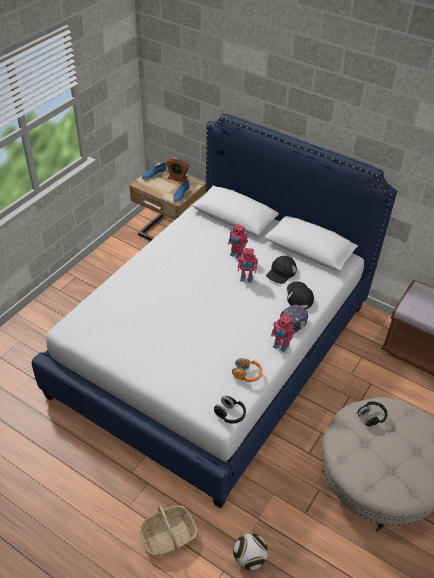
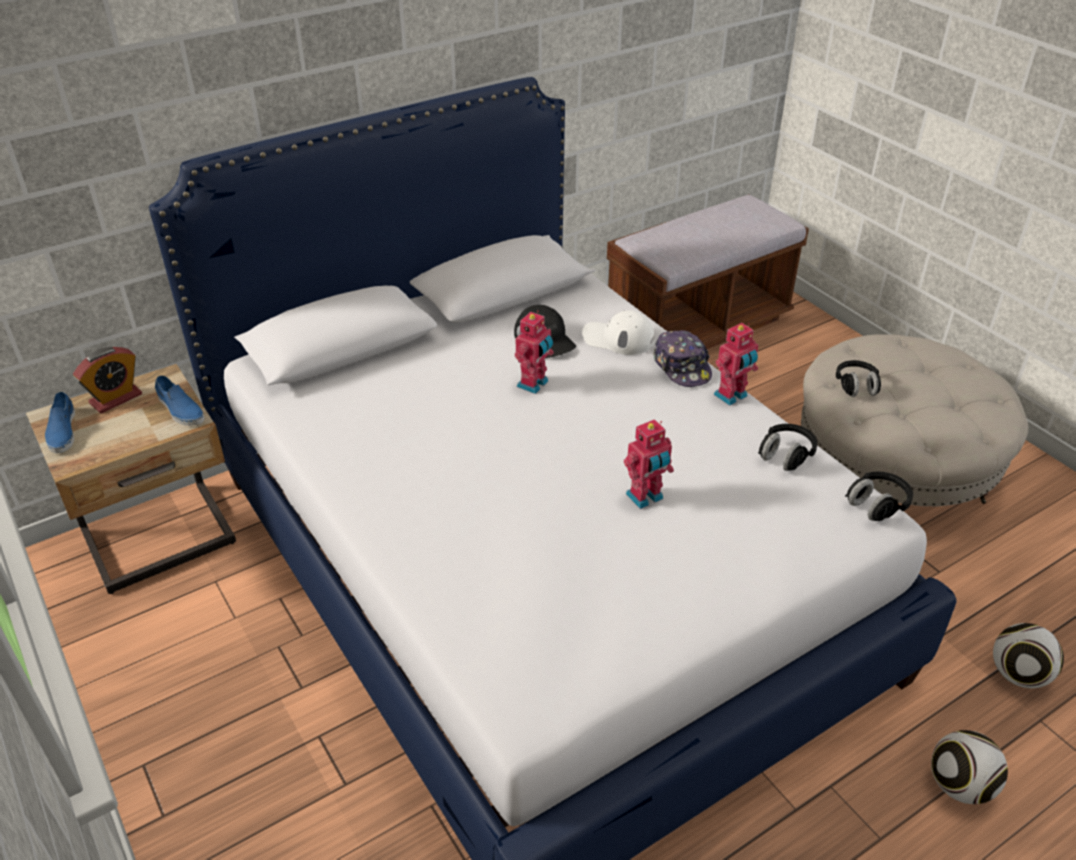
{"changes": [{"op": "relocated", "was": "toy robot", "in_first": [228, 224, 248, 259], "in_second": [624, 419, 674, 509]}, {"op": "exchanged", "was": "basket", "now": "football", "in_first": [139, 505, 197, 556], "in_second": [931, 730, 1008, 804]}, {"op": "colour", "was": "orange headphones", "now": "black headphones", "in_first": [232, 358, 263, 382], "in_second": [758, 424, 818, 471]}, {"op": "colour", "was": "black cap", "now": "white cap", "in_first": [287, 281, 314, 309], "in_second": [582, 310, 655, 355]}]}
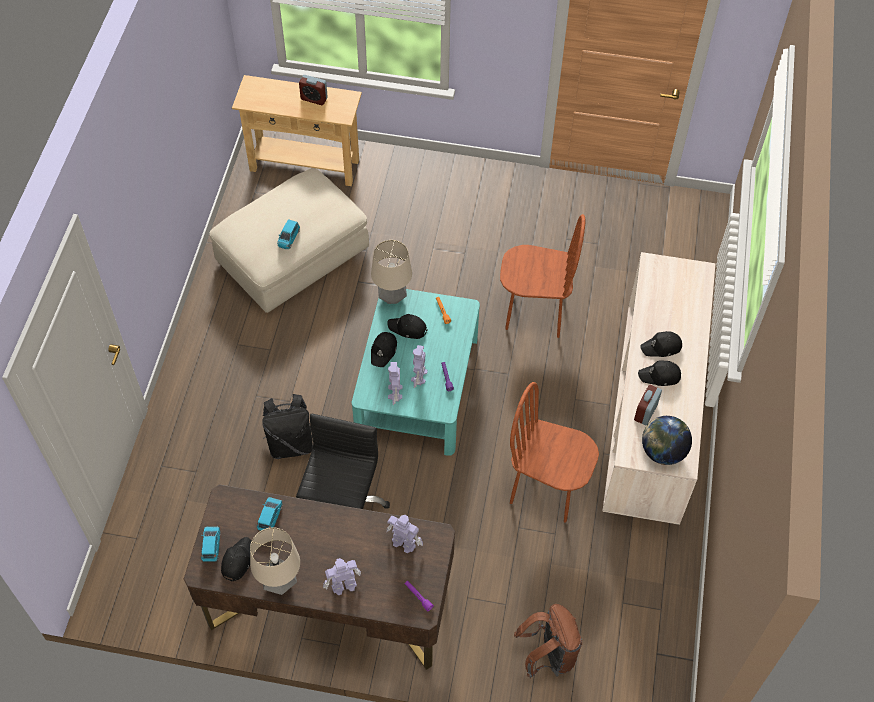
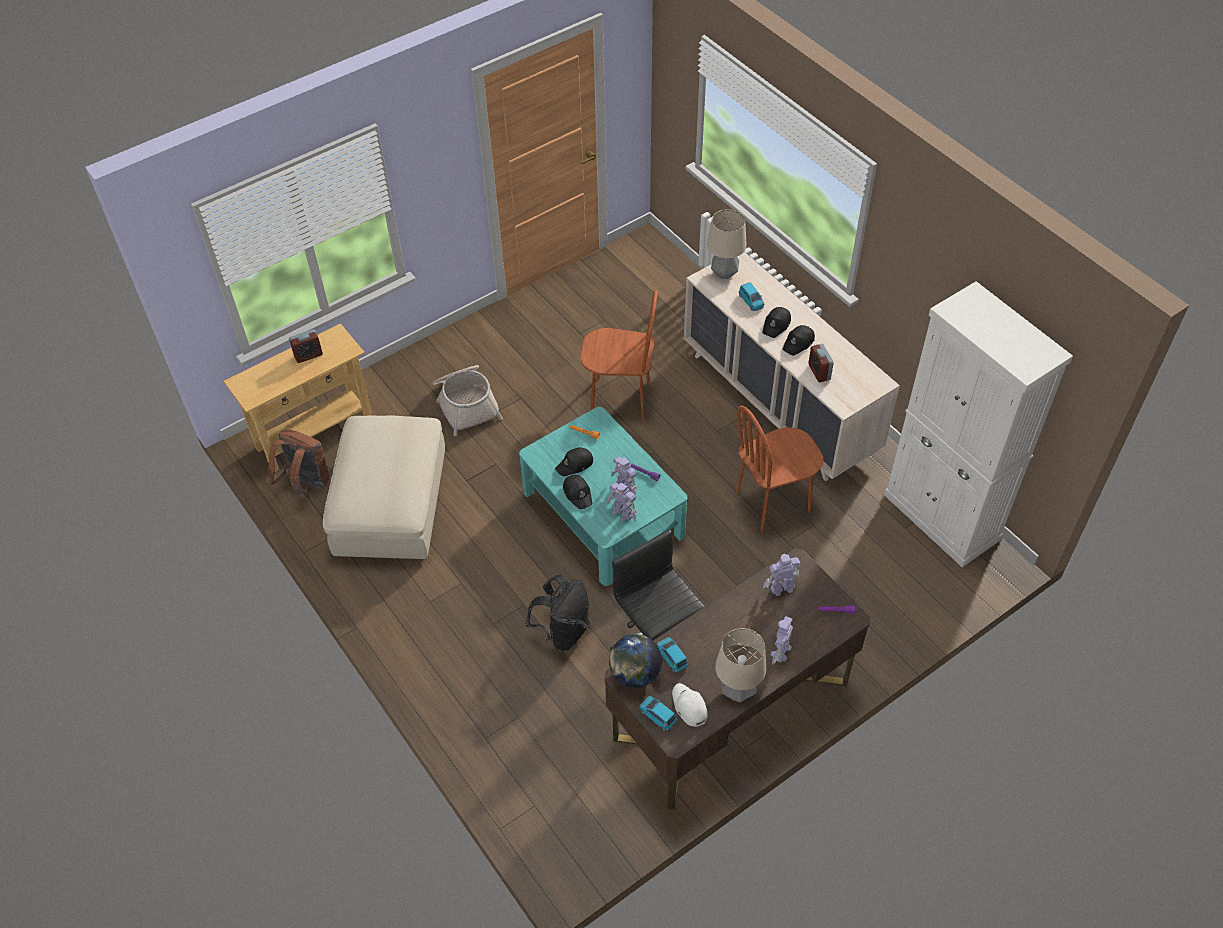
{"changes": [{"op": "appeared", "now": "basket", "in_second": [432, 365, 503, 436]}, {"op": "appeared", "now": "white cabinet", "in_second": [884, 281, 1073, 567]}, {"op": "relocated", "was": "blue toy car", "in_first": [277, 219, 300, 249], "in_second": [739, 282, 764, 311]}, {"op": "relocated", "was": "table lamp", "in_first": [371, 240, 412, 304], "in_second": [707, 209, 747, 279]}, {"op": "relocated", "was": "brown backpack", "in_first": [514, 604, 582, 679], "in_second": [268, 430, 329, 499]}, {"op": "relocated", "was": "globe", "in_first": [642, 416, 692, 465], "in_second": [609, 634, 662, 688]}, {"op": "colour", "was": "black cap", "now": "white cap", "in_first": [221, 537, 251, 581], "in_second": [672, 683, 708, 727]}, {"op": "spun", "was": "brown chair", "in_first": [500, 214, 585, 338], "in_second": [581, 290, 658, 420], "clockwise": 45}]}
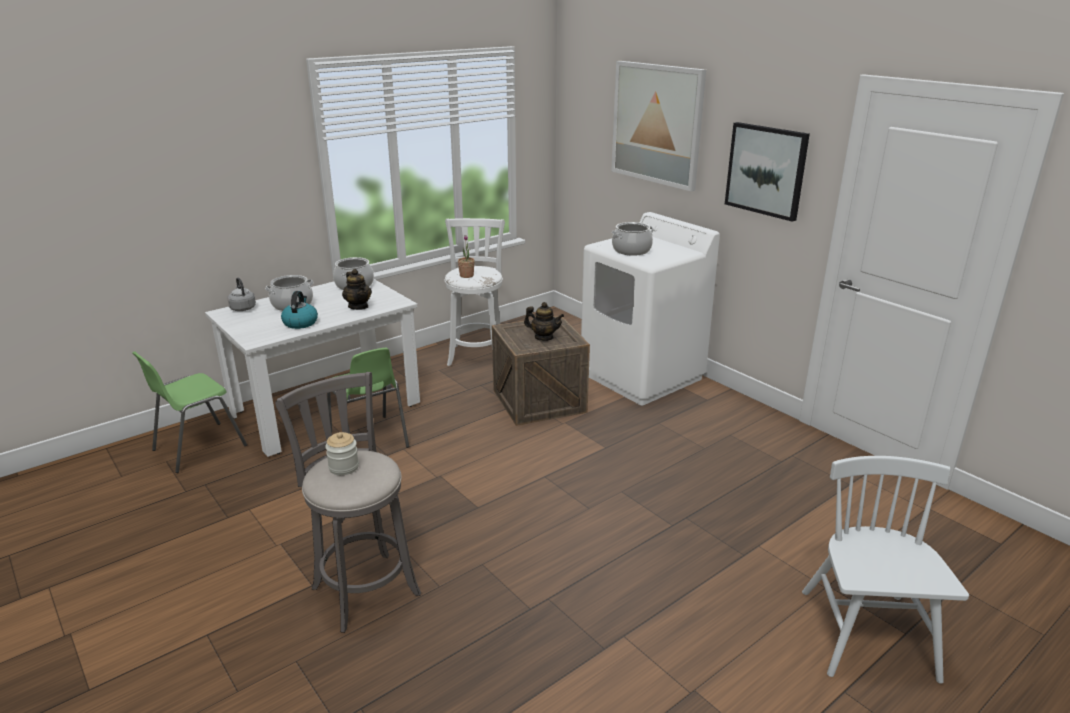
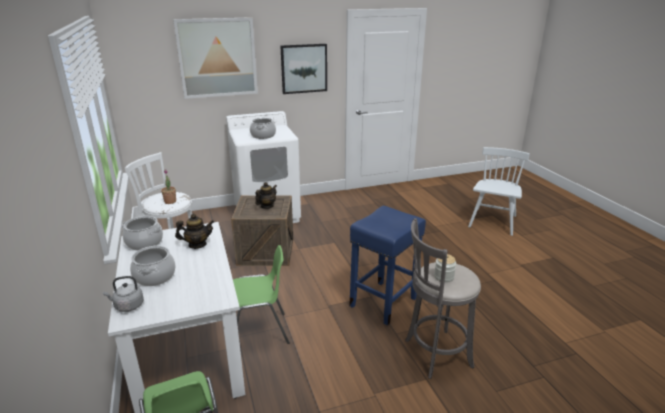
{"changes": [{"op": "missing", "was": "kettle", "in_first": [281, 291, 318, 329]}, {"op": "appeared", "now": "blue stool", "in_second": [349, 206, 426, 325]}, {"op": "spun", "was": "white chair", "in_first": [802, 456, 969, 684], "in_second": [468, 147, 530, 236], "clockwise": 90}]}
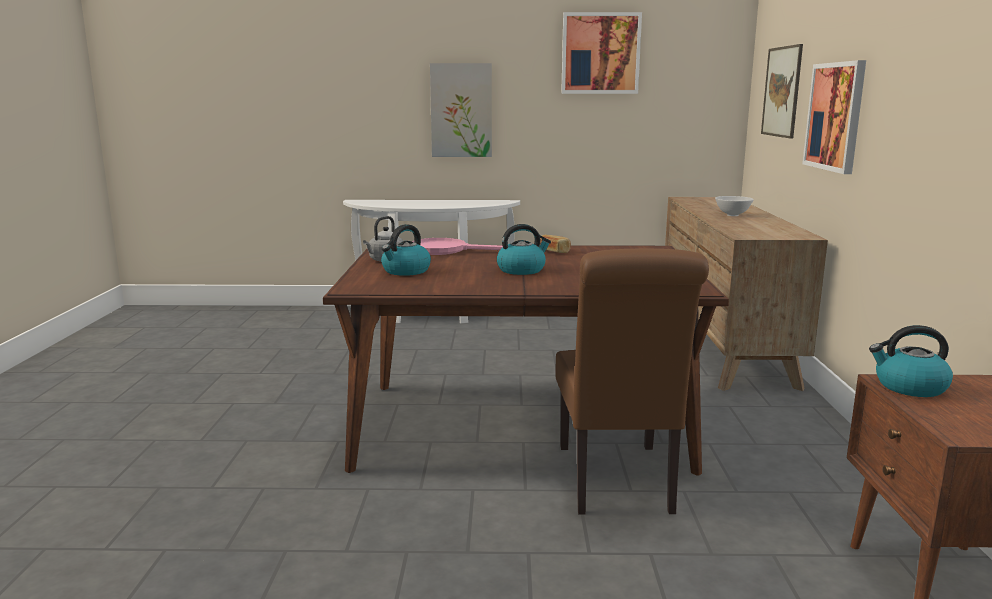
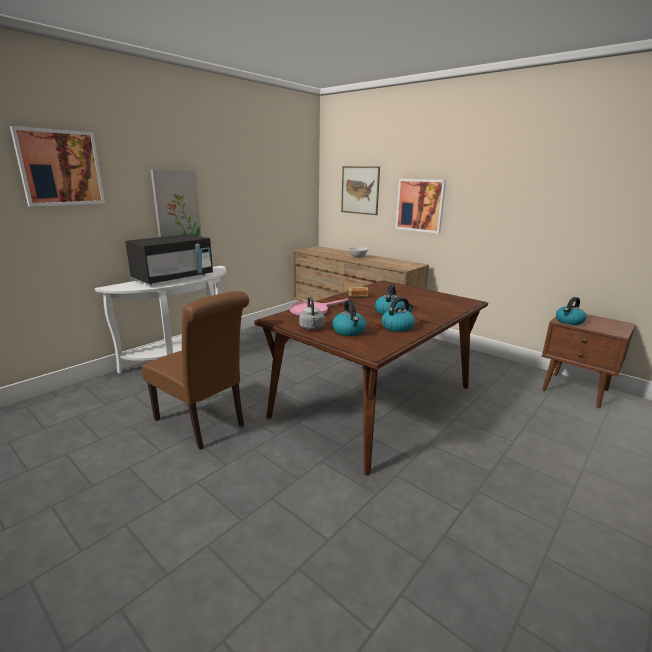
{"changes": [{"op": "appeared", "now": "black microwave", "in_second": [125, 234, 213, 285]}, {"op": "appeared", "now": "kettle", "in_second": [382, 297, 415, 332]}, {"op": "relocated", "was": "brown chair", "in_first": [555, 249, 709, 514], "in_second": [141, 291, 249, 450]}, {"op": "relocated", "was": "picture", "in_first": [561, 12, 642, 94], "in_second": [10, 126, 105, 207]}]}
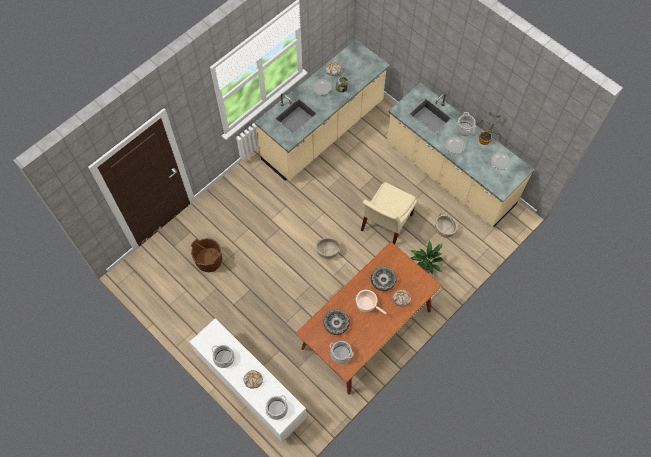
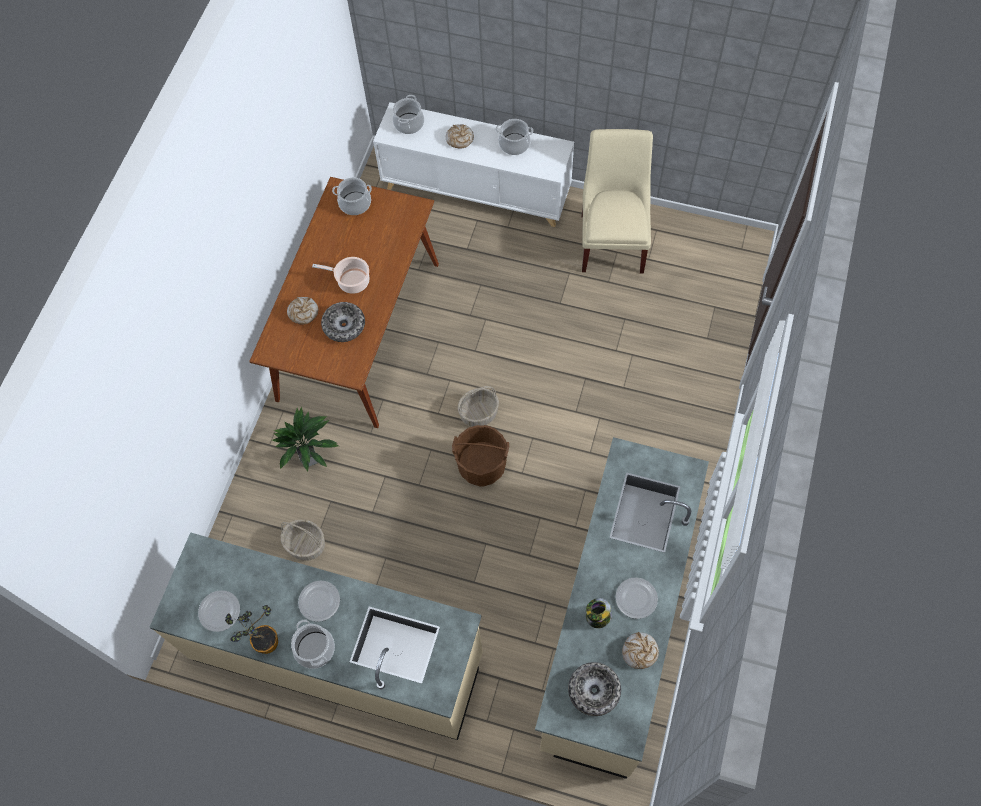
{"changes": [{"op": "relocated", "was": "brown bucket", "in_first": [191, 238, 222, 272], "in_second": [452, 425, 509, 486]}, {"op": "relocated", "was": "bowl", "in_first": [323, 309, 350, 335], "in_second": [568, 662, 621, 716]}, {"op": "relocated", "was": "beige chair", "in_first": [361, 182, 417, 244], "in_second": [582, 129, 653, 274]}]}
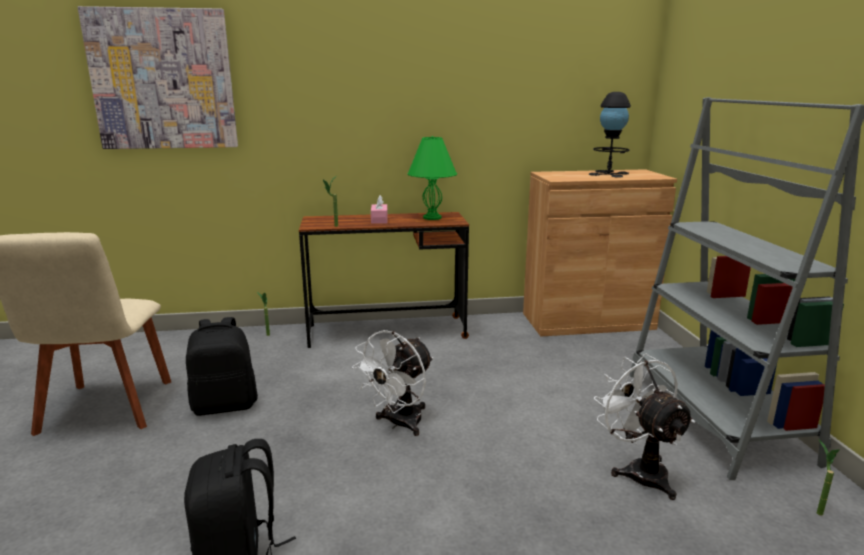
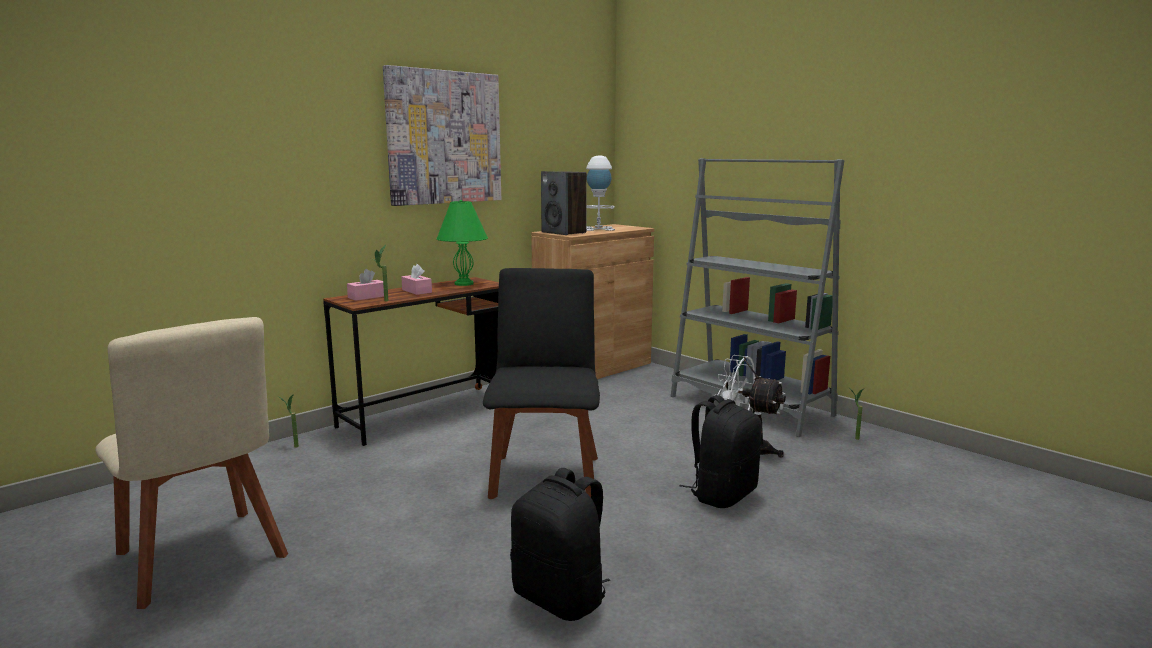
{"changes": [{"op": "appeared", "now": "pink tissue box", "in_second": [347, 269, 384, 301]}, {"op": "appeared", "now": "speaker", "in_second": [541, 171, 587, 235]}, {"op": "relocated", "was": "picture", "in_first": [78, 6, 238, 149], "in_second": [383, 65, 501, 206]}, {"op": "relocated", "was": "black backpack", "in_first": [186, 317, 258, 416], "in_second": [680, 395, 762, 508]}, {"op": "exchanged", "was": "white fan", "now": "black chair", "in_first": [352, 330, 433, 436], "in_second": [483, 268, 600, 499]}, {"op": "colour", "was": "black table lamp", "now": "white table lamp", "in_first": [589, 92, 631, 177], "in_second": [586, 156, 615, 231]}]}
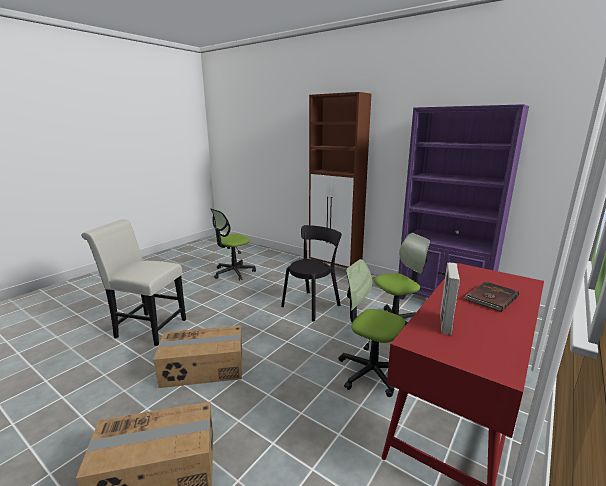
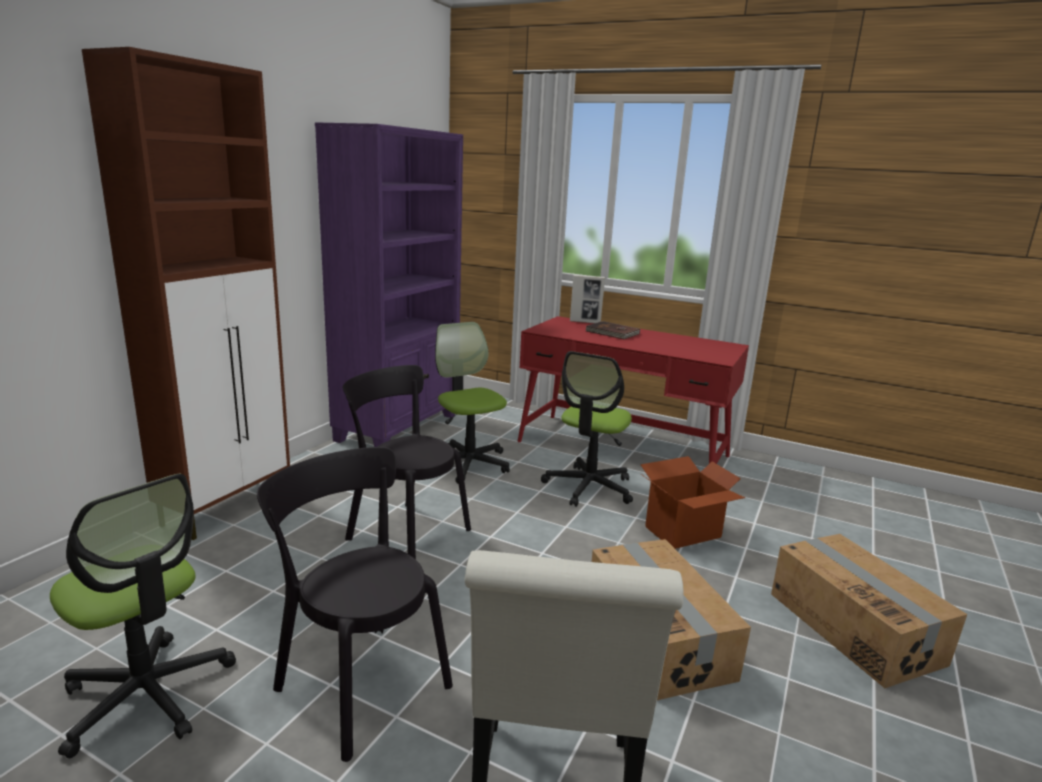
{"changes": [{"op": "appeared", "now": "black chair", "in_second": [257, 447, 453, 762]}, {"op": "appeared", "now": "cardboard box", "in_second": [641, 456, 745, 549]}, {"op": "relocated", "was": "picture frame", "in_first": [440, 263, 460, 335], "in_second": [570, 274, 605, 323]}]}
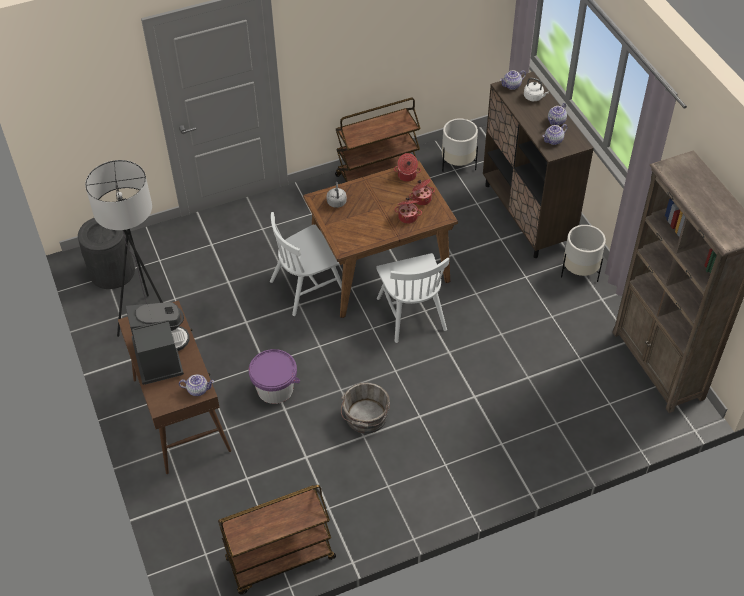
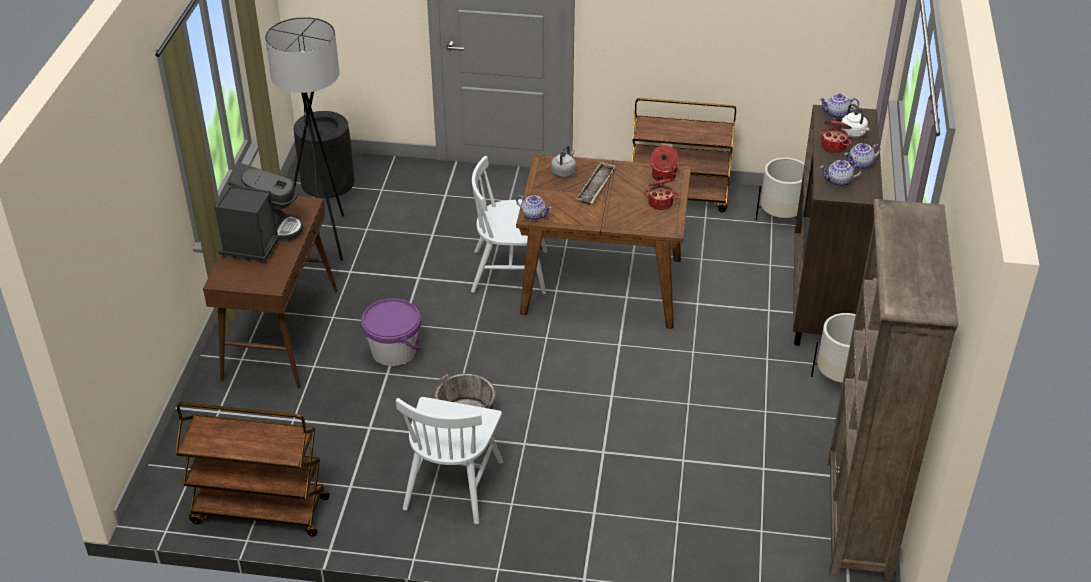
{"changes": [{"op": "appeared", "now": "tray", "in_second": [577, 161, 616, 205]}, {"op": "relocated", "was": "teapot", "in_first": [179, 374, 214, 396], "in_second": [516, 195, 552, 221]}, {"op": "relocated", "was": "white chair", "in_first": [376, 253, 449, 343], "in_second": [396, 397, 503, 524]}, {"op": "relocated", "was": "cooking pot", "in_first": [394, 197, 422, 224], "in_second": [819, 118, 852, 153]}]}
